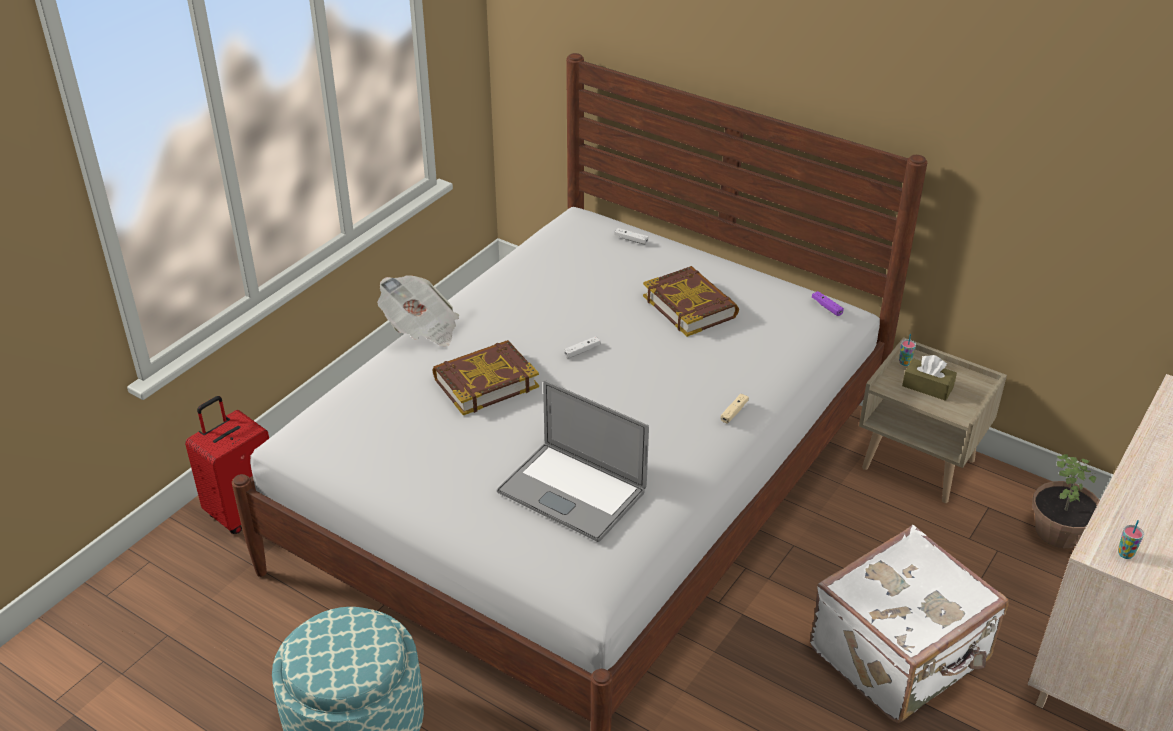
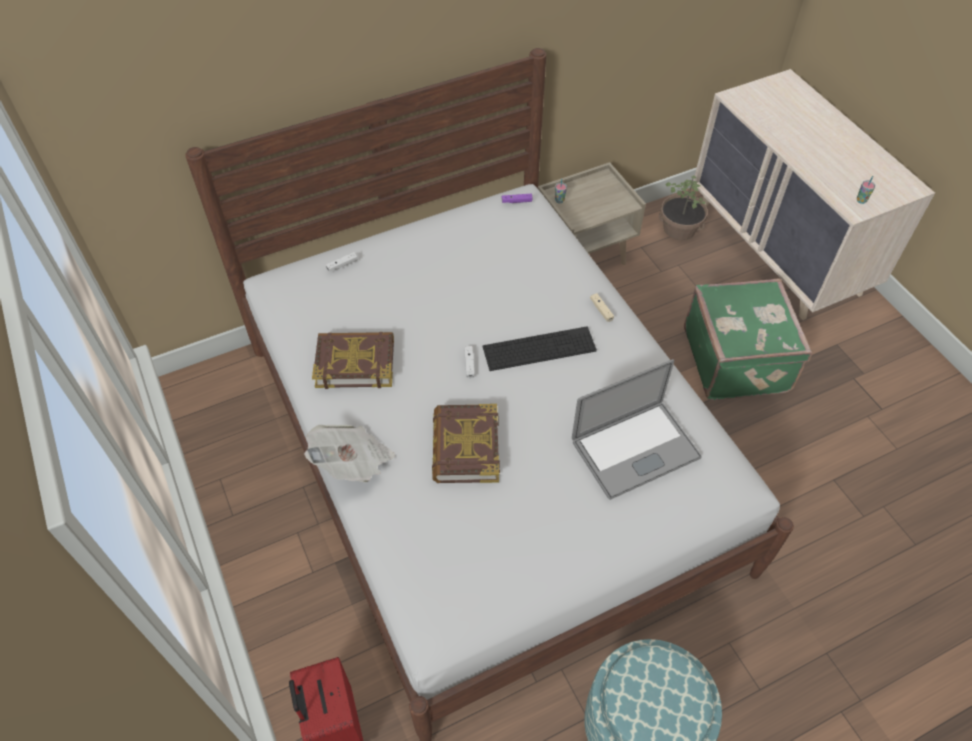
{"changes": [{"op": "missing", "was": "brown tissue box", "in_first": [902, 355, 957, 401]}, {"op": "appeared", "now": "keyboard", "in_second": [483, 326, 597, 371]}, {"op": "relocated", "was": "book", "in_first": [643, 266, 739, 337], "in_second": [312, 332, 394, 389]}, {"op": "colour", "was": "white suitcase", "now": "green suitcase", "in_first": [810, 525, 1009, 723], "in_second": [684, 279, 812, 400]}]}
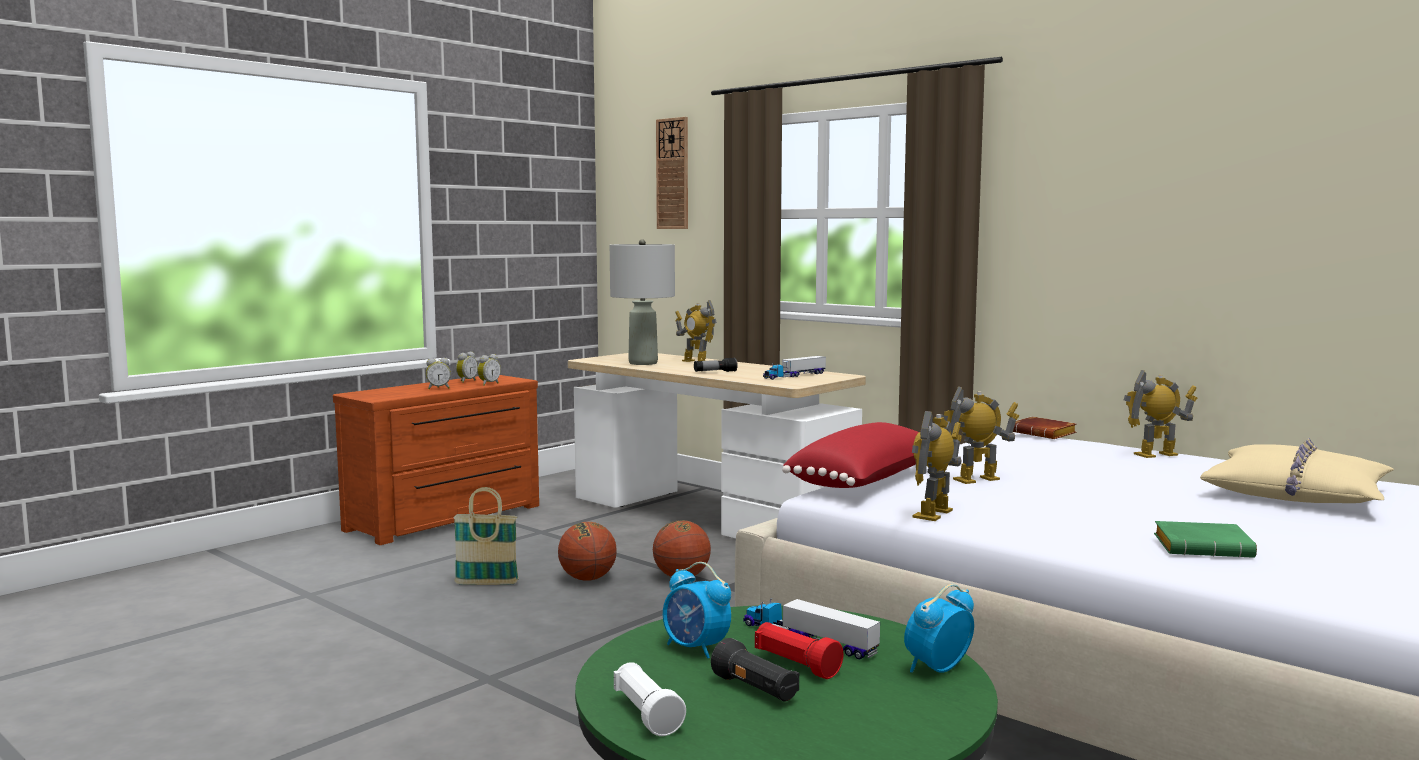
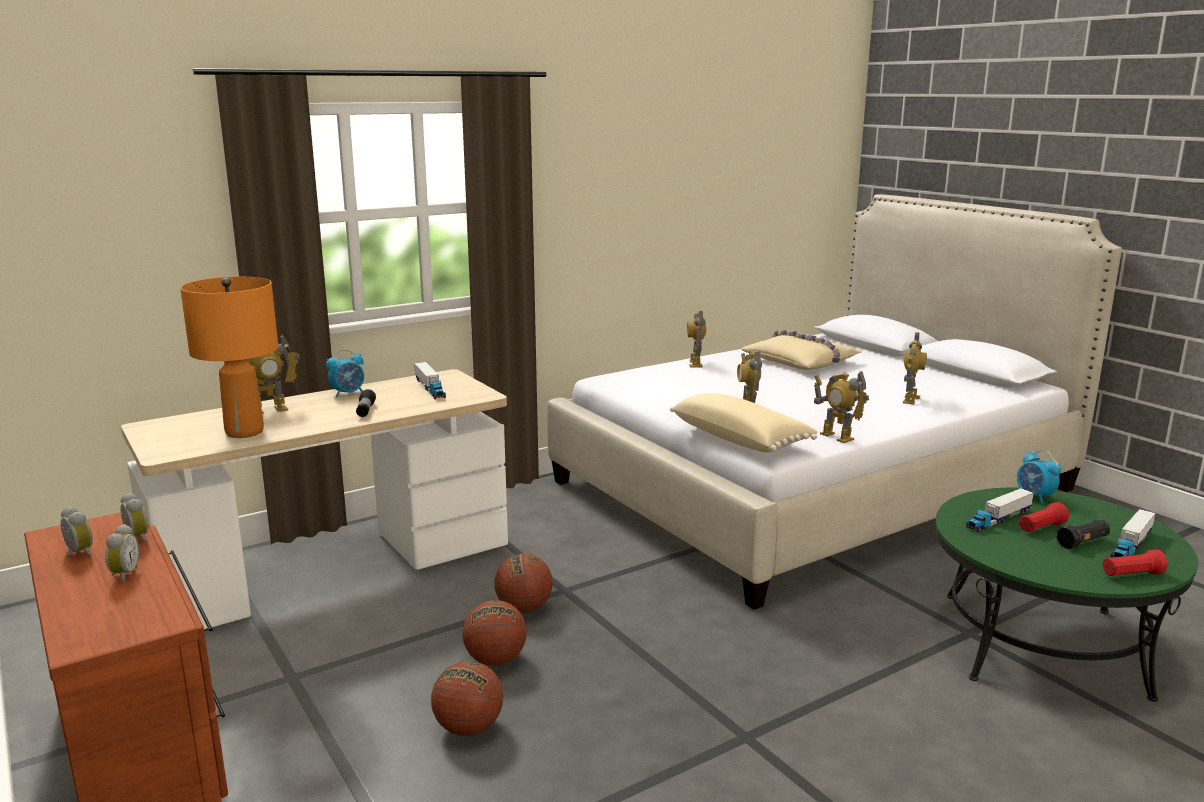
{"changes": [{"op": "missing", "was": "wall clock", "in_first": [656, 117, 688, 229]}, {"op": "missing", "was": "brown book", "in_first": [1013, 416, 1076, 439]}, {"op": "appeared", "now": "toy truck", "in_second": [1110, 509, 1155, 558]}, {"op": "relocated", "was": "alarm clock", "in_first": [663, 562, 731, 659], "in_second": [326, 349, 364, 398]}, {"op": "exchanged", "was": "basket", "now": "basketball", "in_first": [453, 487, 519, 585], "in_second": [431, 661, 503, 736]}, {"op": "exchanged", "was": "green book", "now": "toy robot", "in_first": [1154, 521, 1257, 558], "in_second": [903, 332, 927, 405]}, {"op": "colour", "was": "grey table lamp", "now": "orange table lamp", "in_first": [610, 239, 675, 365], "in_second": [180, 277, 278, 438]}, {"op": "colour", "was": "white flashlight", "now": "red flashlight", "in_first": [614, 662, 686, 736], "in_second": [1102, 549, 1168, 576]}, {"op": "colour", "was": "red pillow", "now": "beige pillow", "in_first": [782, 422, 919, 488], "in_second": [670, 393, 818, 452]}]}
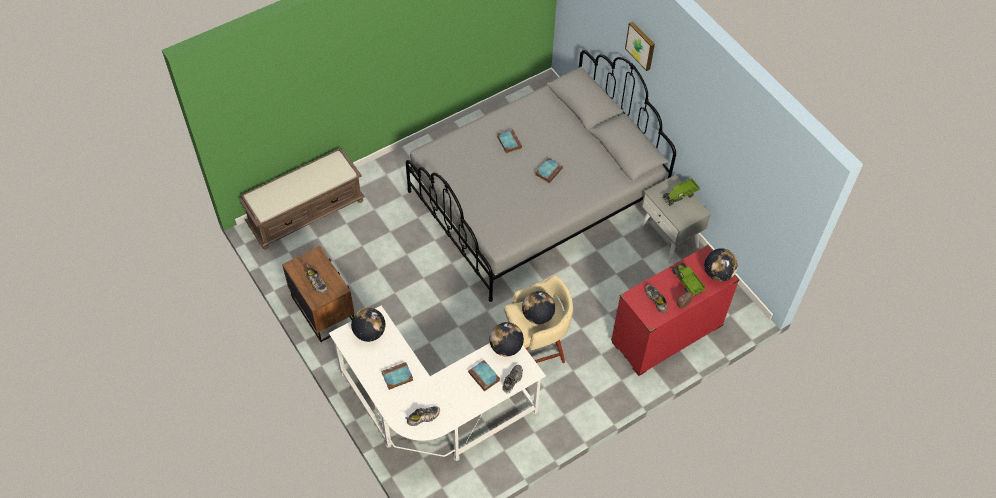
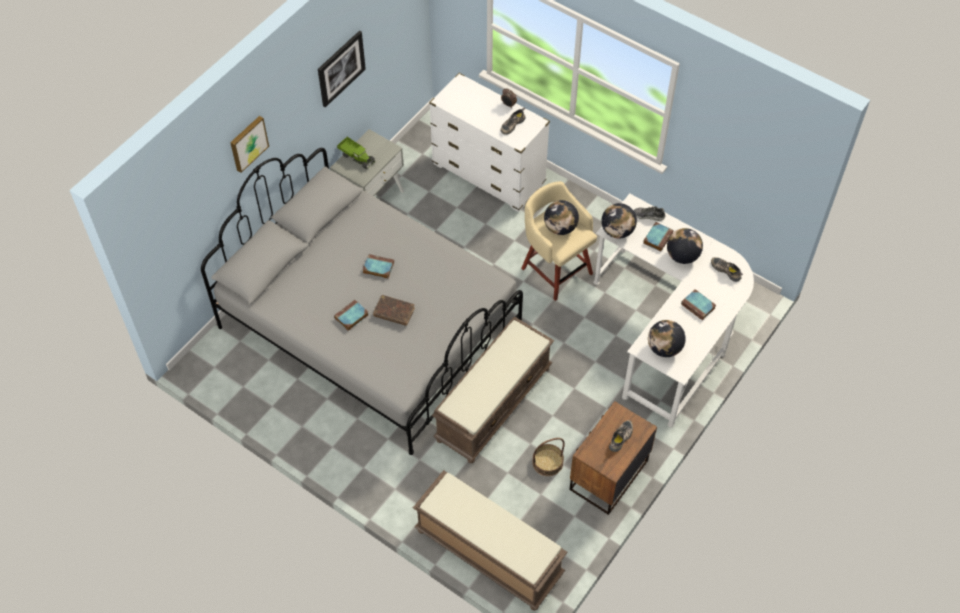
{"changes": [{"op": "missing", "was": "toy truck", "in_first": [672, 263, 706, 297]}, {"op": "appeared", "now": "picture", "in_second": [318, 31, 366, 107]}, {"op": "appeared", "now": "brown book", "in_second": [373, 295, 415, 326]}, {"op": "appeared", "now": "brown bench", "in_second": [432, 317, 554, 463]}, {"op": "appeared", "now": "basket", "in_second": [532, 438, 565, 476]}, {"op": "relocated", "was": "globe", "in_first": [704, 248, 738, 282], "in_second": [667, 228, 703, 264]}, {"op": "colour", "was": "red dresser", "now": "white dresser", "in_first": [611, 245, 739, 376], "in_second": [429, 73, 550, 212]}]}
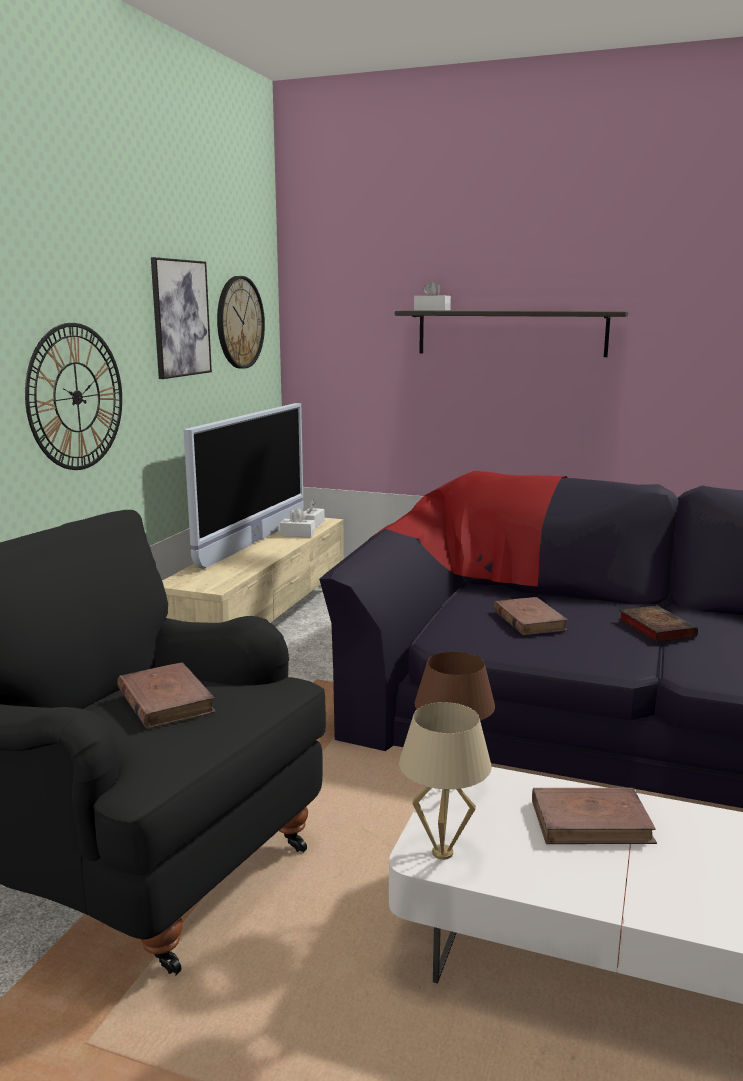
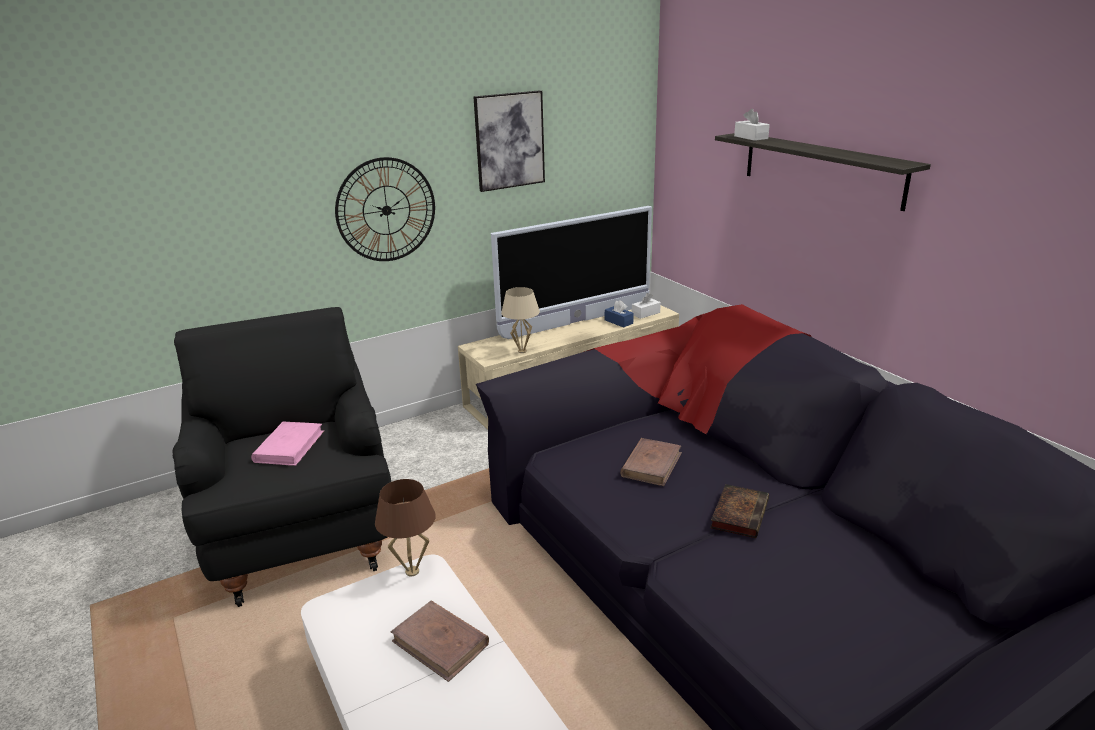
{"changes": [{"op": "missing", "was": "wall clock", "in_first": [217, 276, 265, 369]}, {"op": "relocated", "was": "beige table lamp", "in_first": [399, 702, 491, 860], "in_second": [501, 287, 540, 353]}, {"op": "colour", "was": "brown book", "now": "pink book", "in_first": [117, 662, 216, 729], "in_second": [251, 421, 324, 466]}, {"op": "colour", "was": "white tissue box", "now": "blue tissue box", "in_first": [280, 508, 315, 537], "in_second": [605, 300, 634, 328]}]}
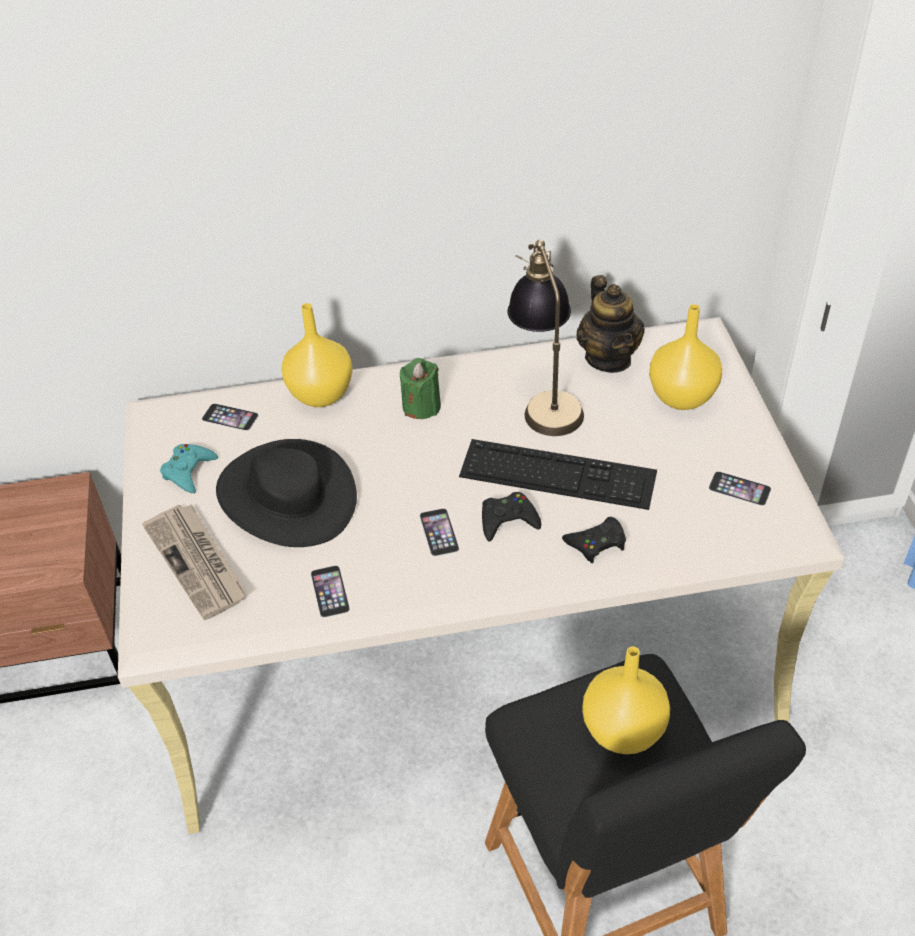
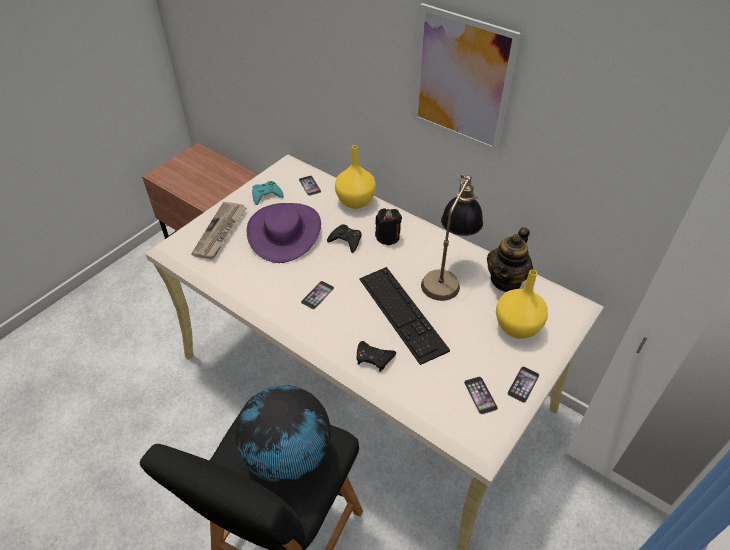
{"changes": [{"op": "appeared", "now": "picture", "in_second": [413, 3, 521, 153]}, {"op": "relocated", "was": "phone", "in_first": [311, 566, 350, 618], "in_second": [507, 366, 539, 403]}, {"op": "relocated", "was": "black game controller", "in_first": [482, 492, 541, 542], "in_second": [327, 224, 362, 253]}, {"op": "exchanged", "was": "yellow vase", "now": "globe", "in_first": [582, 646, 670, 754], "in_second": [235, 385, 331, 483]}, {"op": "colour", "was": "black hat", "now": "purple hat", "in_first": [216, 439, 357, 547], "in_second": [246, 203, 321, 263]}, {"op": "colour", "was": "green candle", "now": "black candle", "in_first": [400, 358, 441, 419], "in_second": [375, 209, 402, 246]}]}
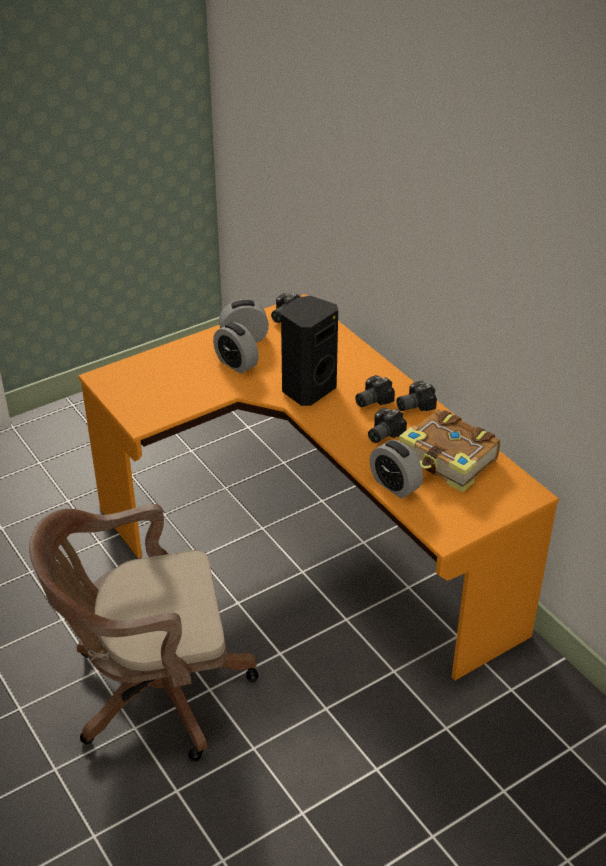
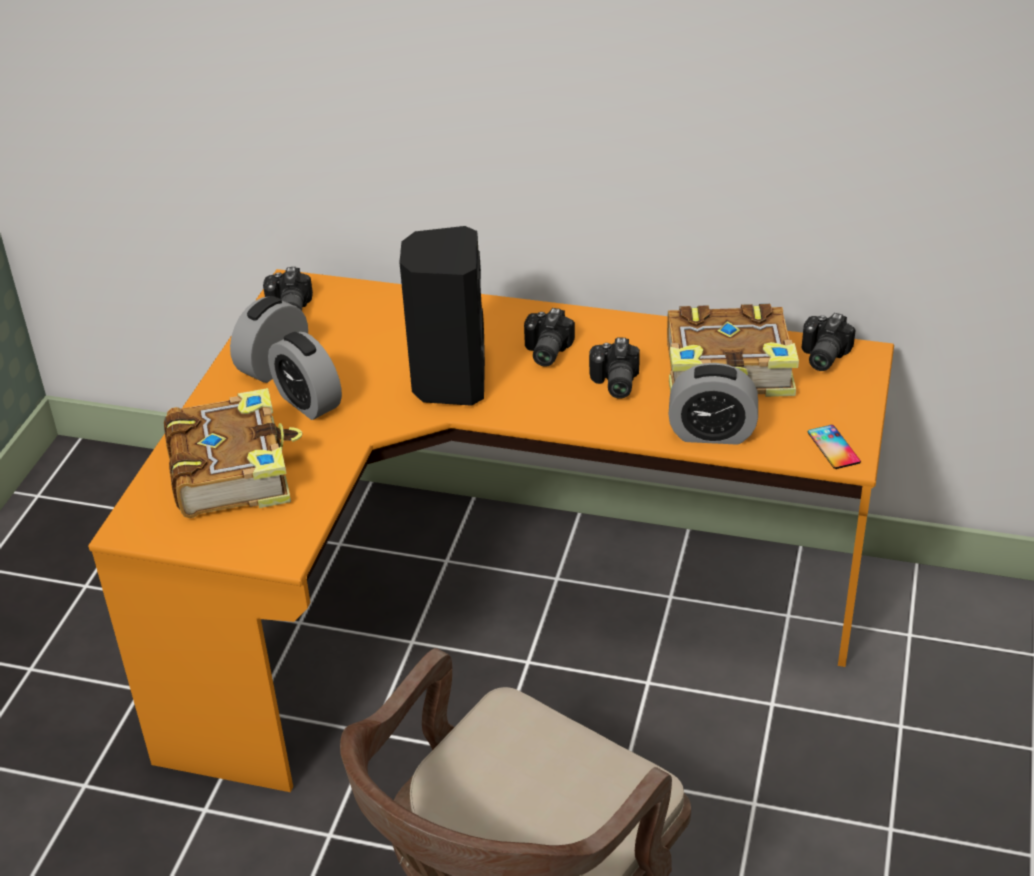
{"changes": [{"op": "appeared", "now": "book", "in_second": [164, 388, 302, 518]}, {"op": "appeared", "now": "phone", "in_second": [807, 425, 861, 469]}, {"op": "relocated", "was": "photo camera", "in_first": [396, 381, 437, 411], "in_second": [802, 313, 856, 371]}, {"op": "spun", "was": "alarm clock", "in_first": [213, 322, 259, 374], "in_second": [268, 332, 342, 420], "clockwise": 45}]}
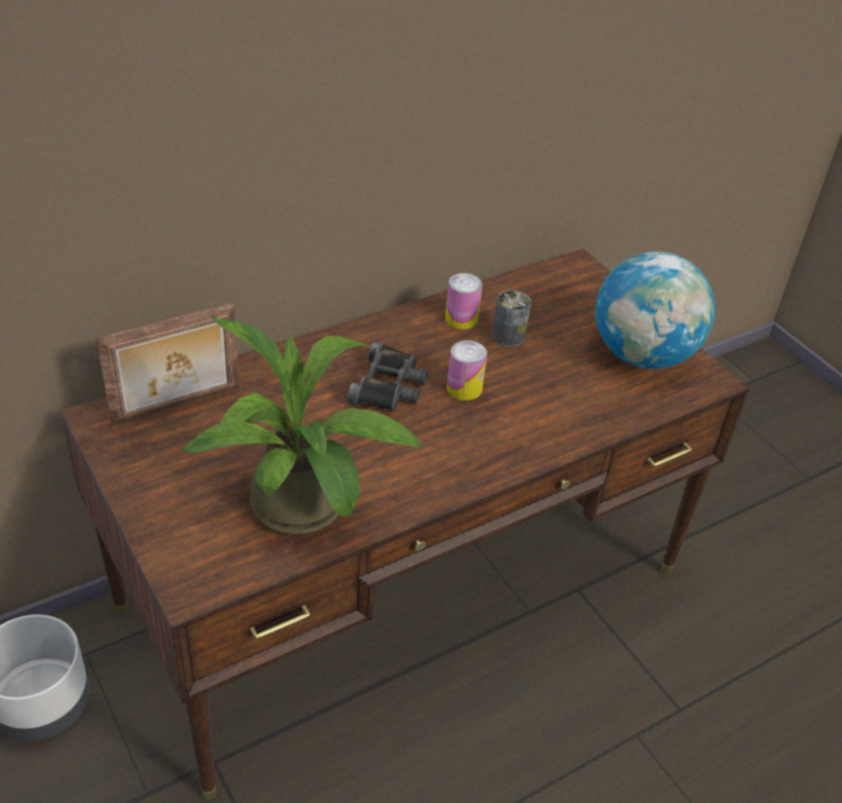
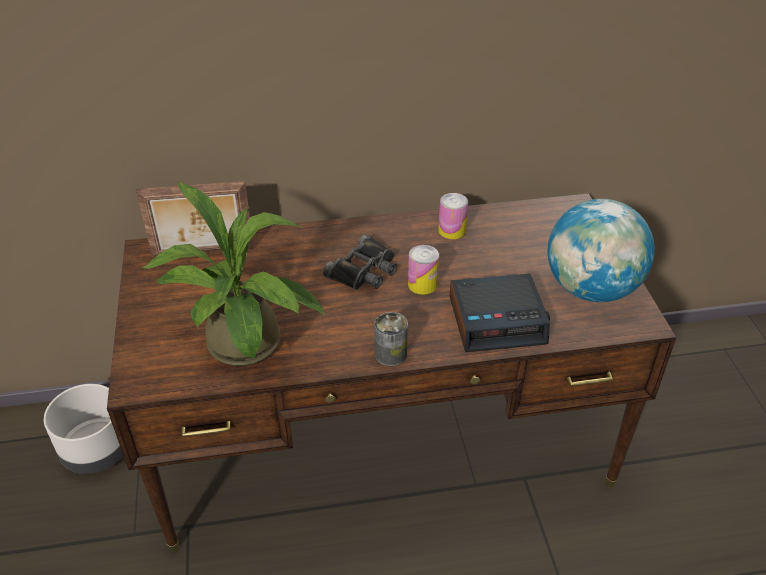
{"changes": [{"op": "appeared", "now": "alarm clock", "in_second": [450, 274, 550, 352]}, {"op": "relocated", "was": "can", "in_first": [492, 290, 531, 347], "in_second": [374, 312, 408, 366]}]}
